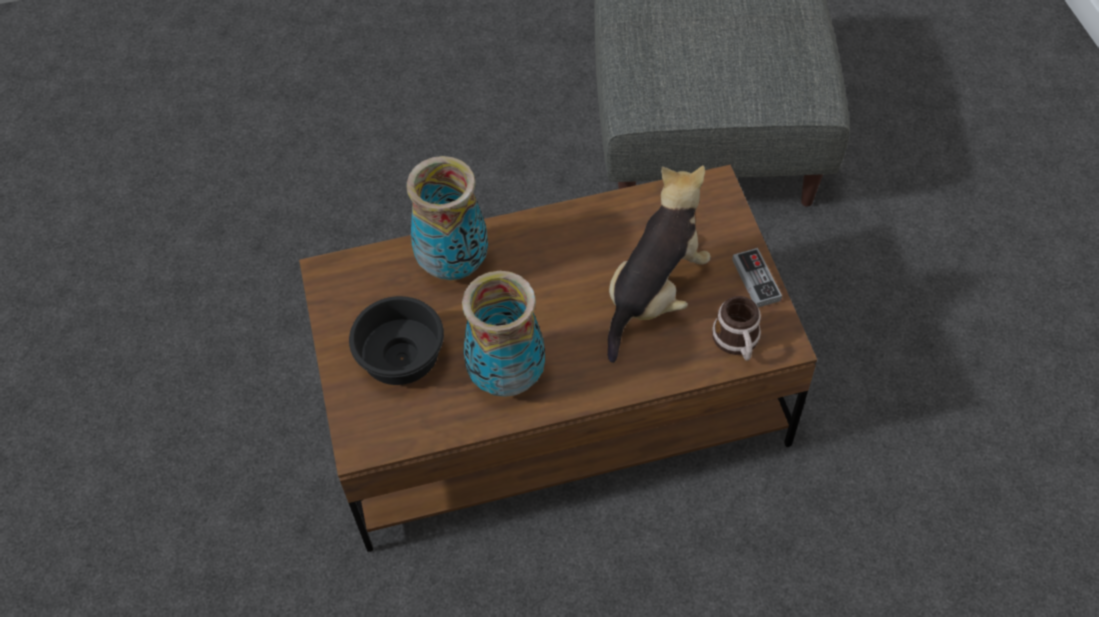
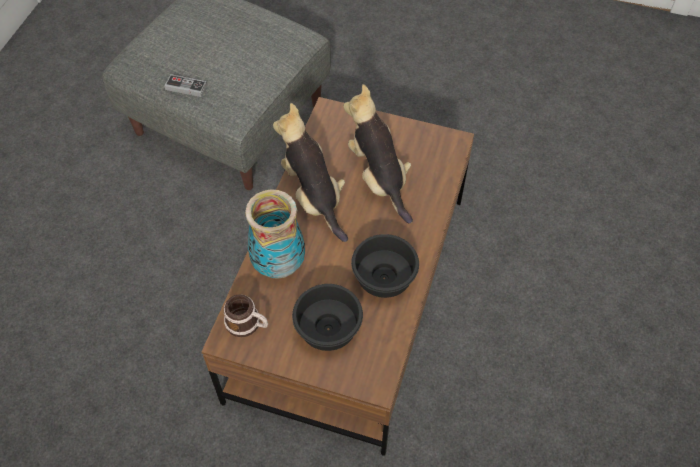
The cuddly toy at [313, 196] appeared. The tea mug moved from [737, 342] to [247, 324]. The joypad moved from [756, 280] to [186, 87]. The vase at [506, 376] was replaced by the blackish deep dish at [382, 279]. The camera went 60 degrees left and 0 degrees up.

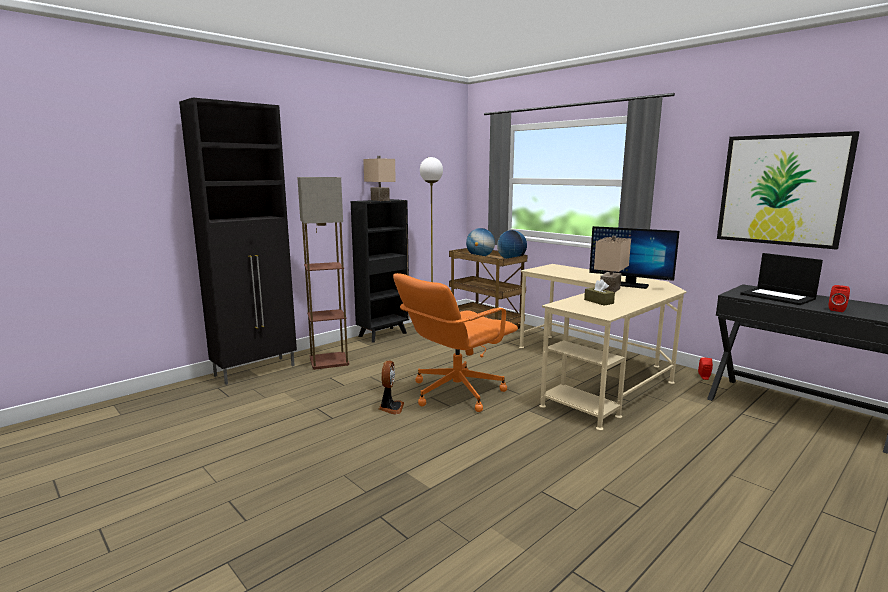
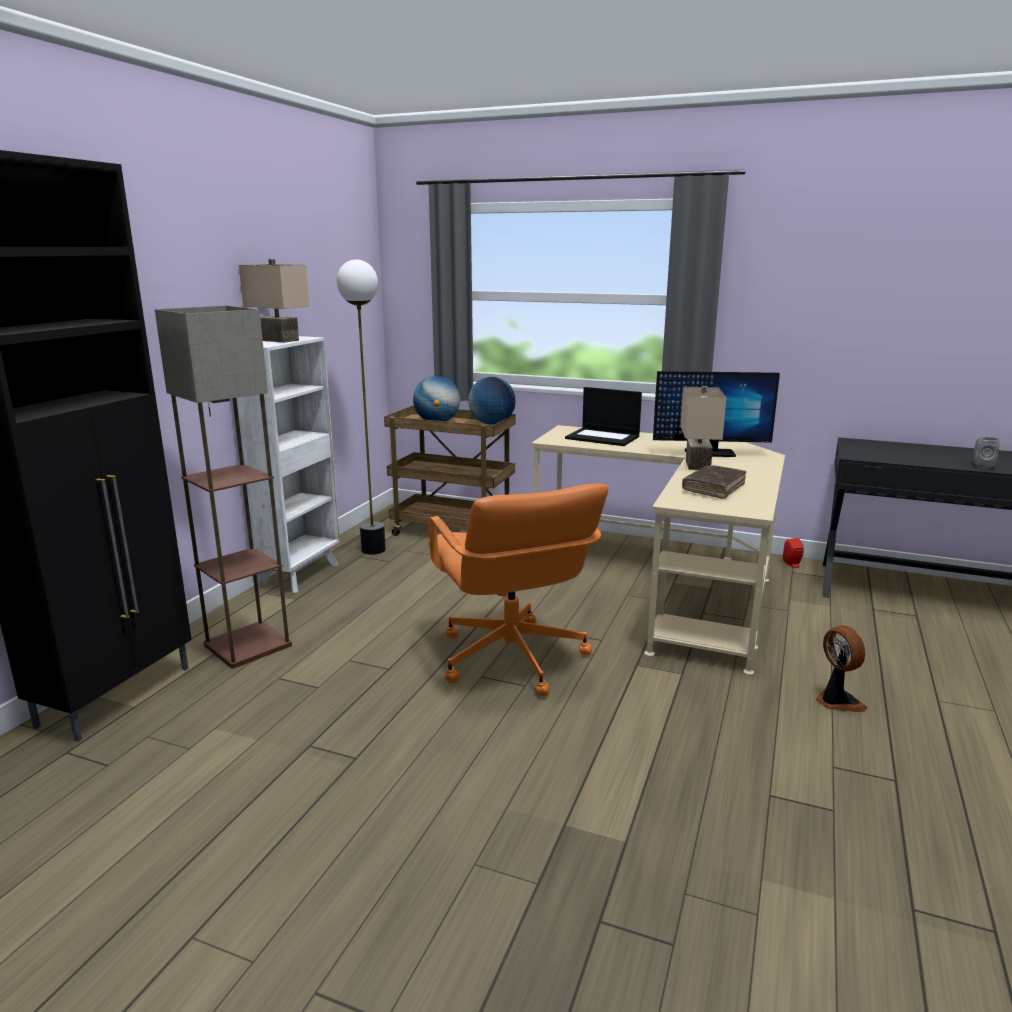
The wall art at [782, 190] disappeared. The fan moved from [390, 408] to [837, 701]. The notebook computer moved from [778, 297] to [603, 437]. The brown-coloured tissue holder at [598, 301] was replaced by the brown-coloured volume at [713, 488]. The blackish shelving unit at [383, 334] became the whitish shelving unit at [301, 574]. The red loudspeaker at [837, 309] became the greyish loudspeaker at [981, 465]. The orangey computer chair at [455, 392] turned 45 degrees counterclockwise. The camera went 25 degrees left and 5 degrees up.

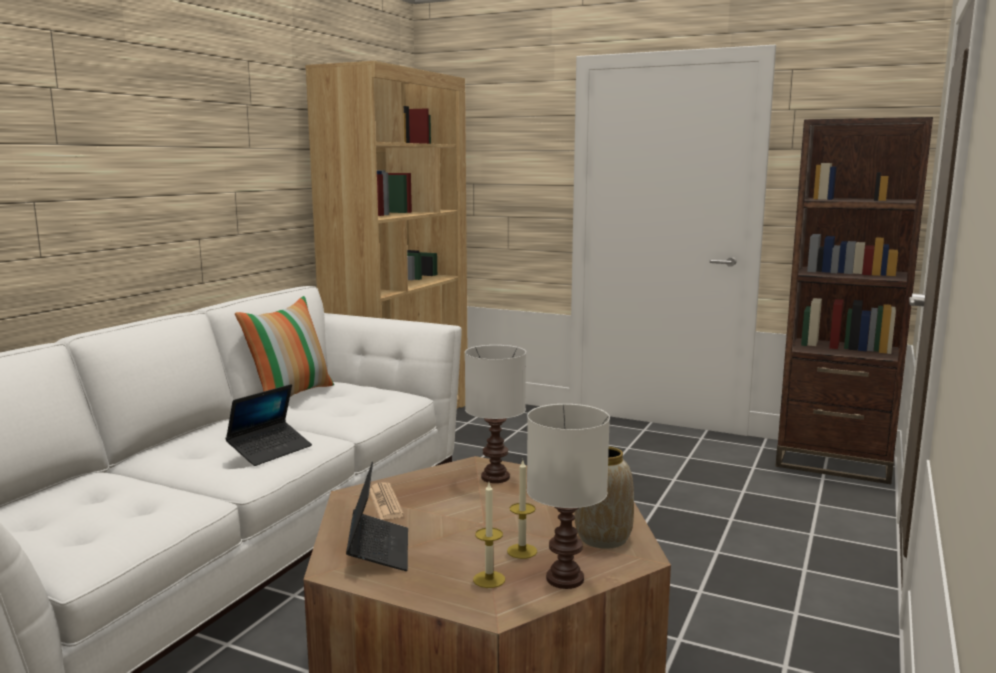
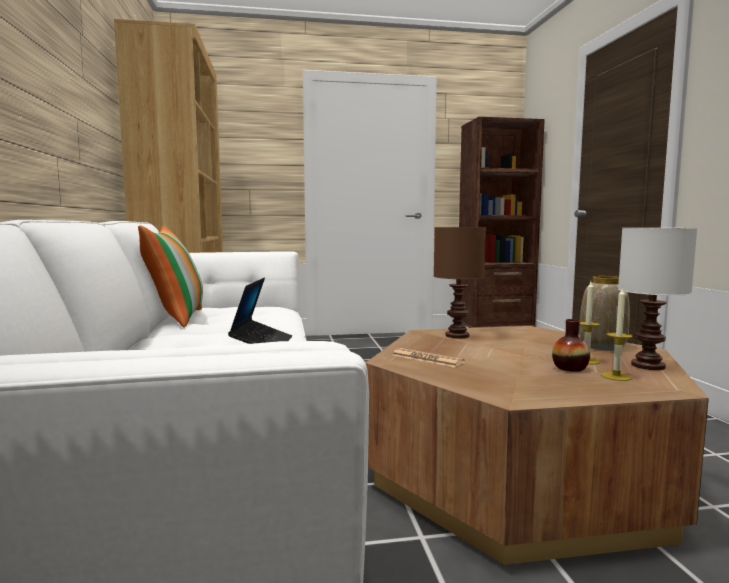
The notebook computer at [378, 550] disappeared. The vase at [570, 368] appeared. The whitish tabletop lamp at [496, 477] became the brown-coloured tabletop lamp at [457, 335]. The camera went 35 degrees left and 5 degrees down.

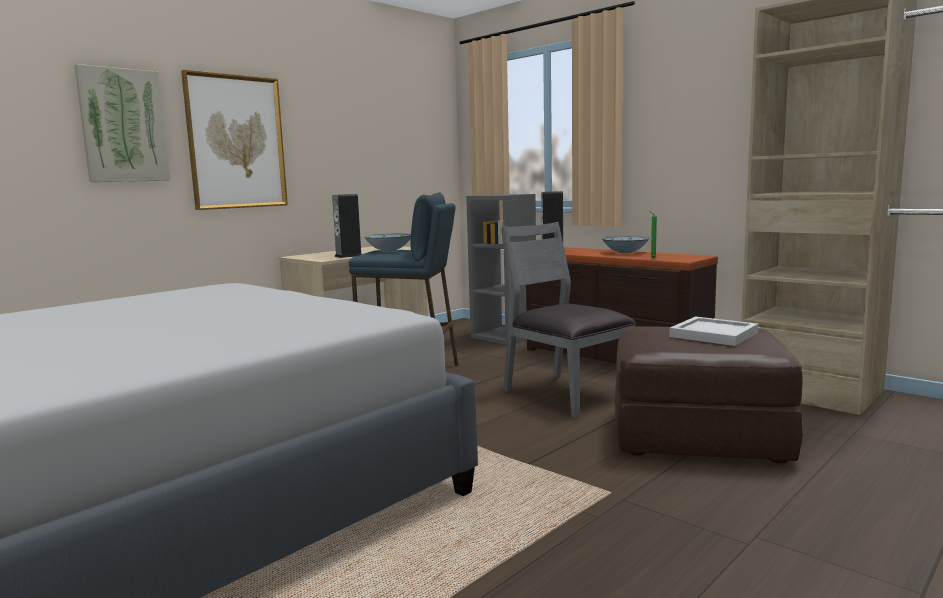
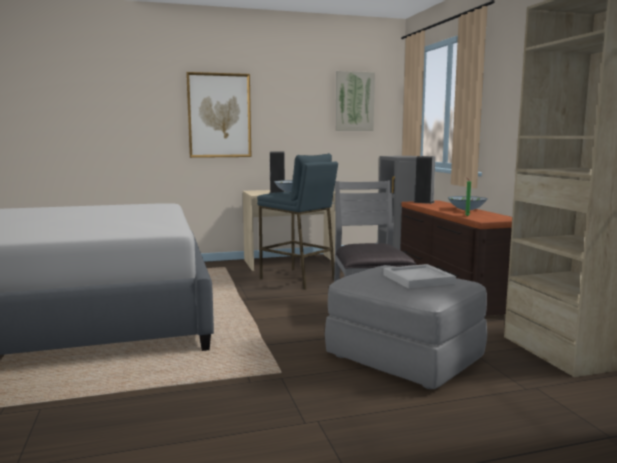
The wall art moved from [123, 126] to [354, 101]. The brown-coloured footrest at [696, 437] became the greyish footrest at [403, 358]. The camera went 30 degrees right and 0 degrees up.

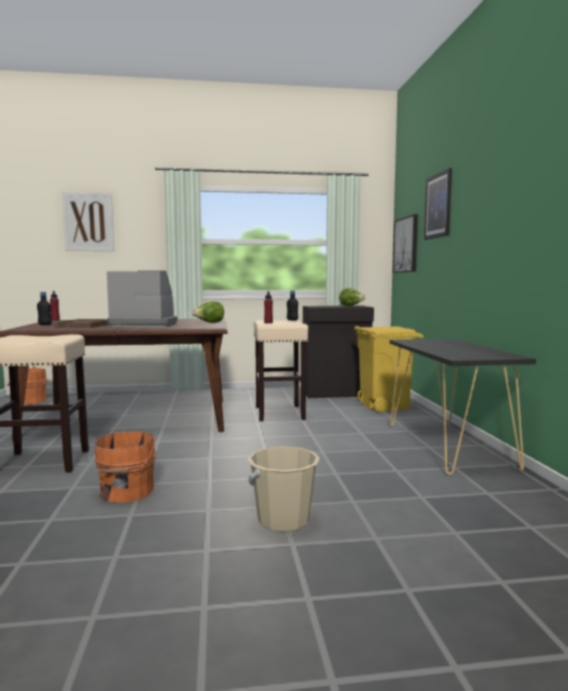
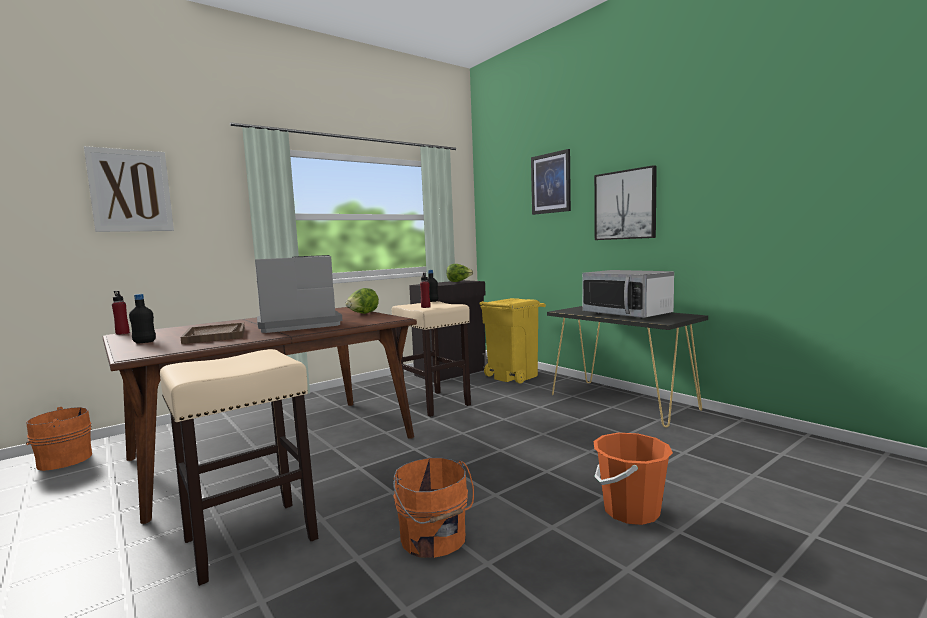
The microwave oven at [627, 314] appeared. The wall art moved from [406, 245] to [625, 205]. The sand-coloured pail at [283, 520] became the orangey pail at [631, 511]. The camera went 30 degrees left and 0 degrees up.

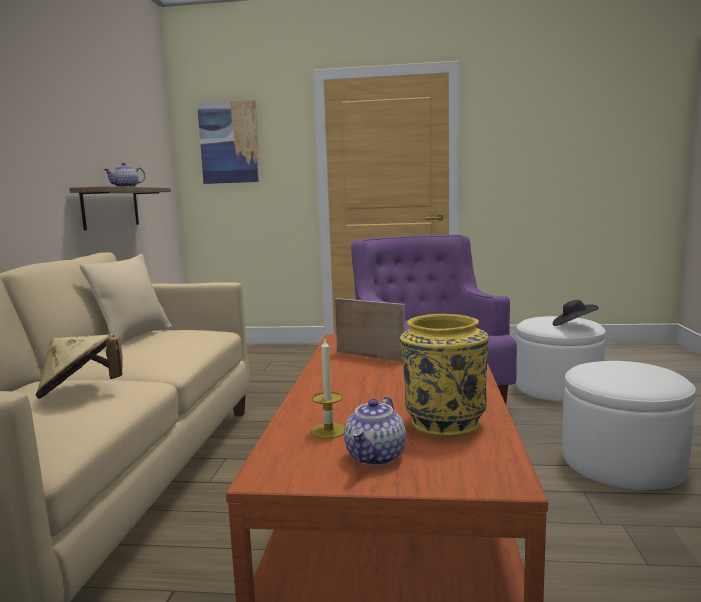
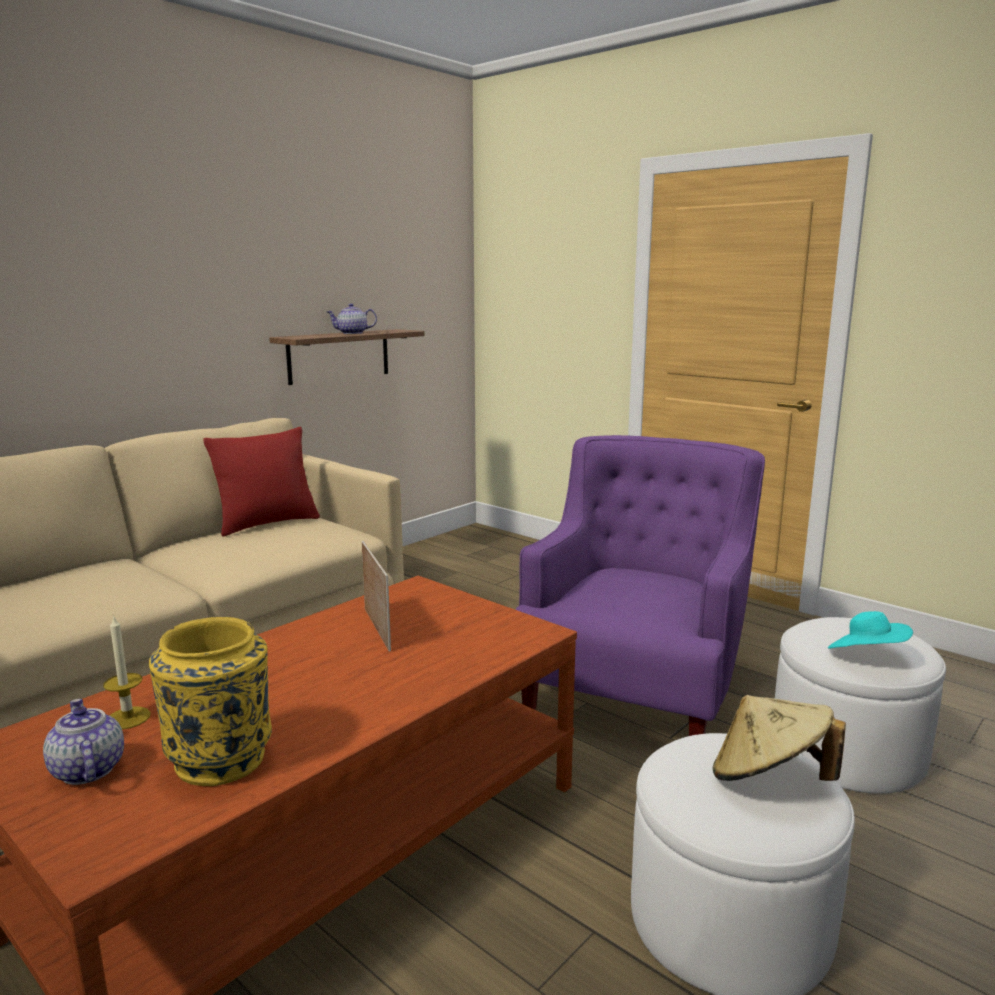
The wall art at [229, 142] disappeared. The sand-coloured hat moved from [80, 392] to [769, 778]. The sand-coloured cushion at [134, 337] became the red cushion at [267, 524]. The blackish hat at [573, 325] became the turquoise-coloured hat at [866, 655]. The tea pot at [376, 457] turned 90 degrees clockwise. The camera went 35 degrees right and 5 degrees up.

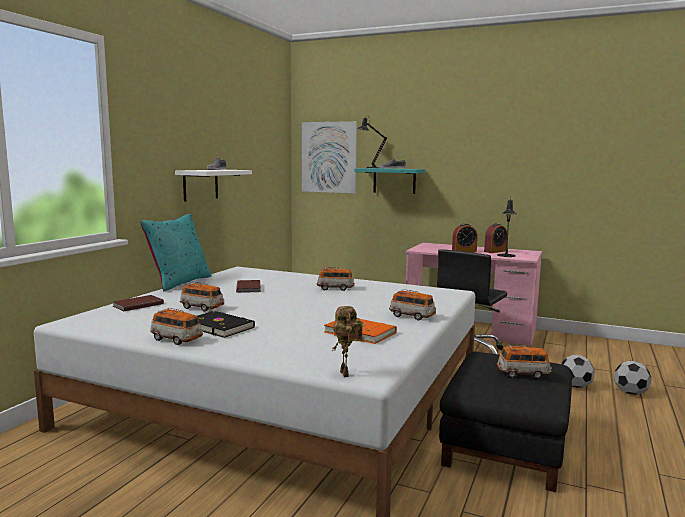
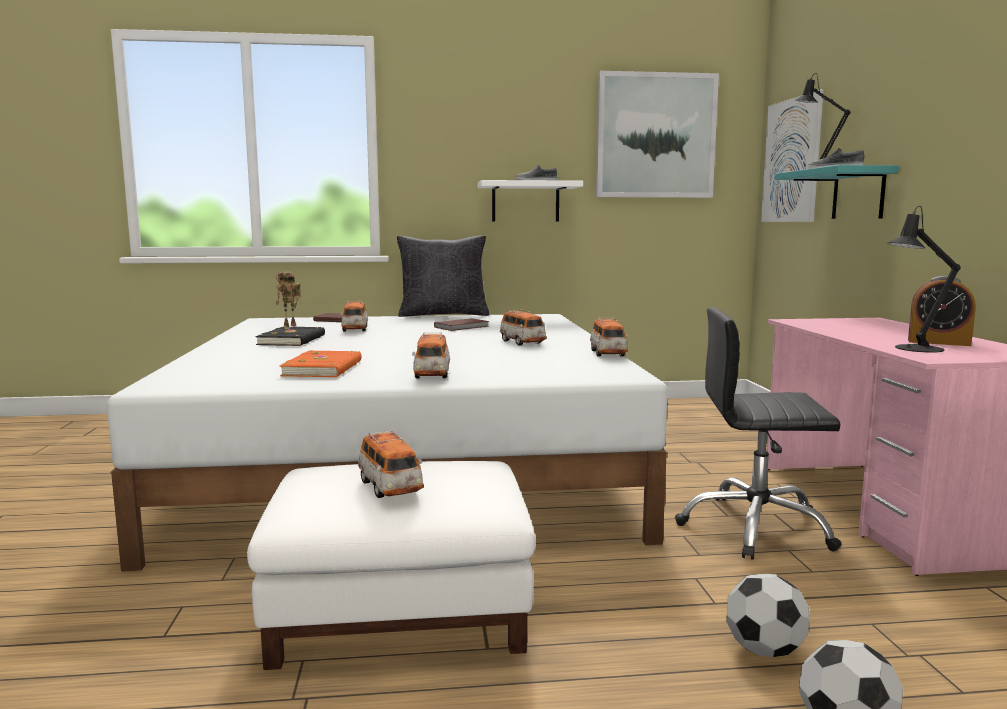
The alarm clock at [464, 251] disappeared. The wall art at [655, 136] appeared. The miniature car moved from [176, 339] to [608, 354]. The model robot moved from [346, 374] to [289, 326]. The turquoise-coloured cushion at [179, 282] became the blackish cushion at [443, 314]. The blackish footrest at [504, 444] became the whitish footrest at [401, 608]. The camera went 60 degrees right and 0 degrees up.

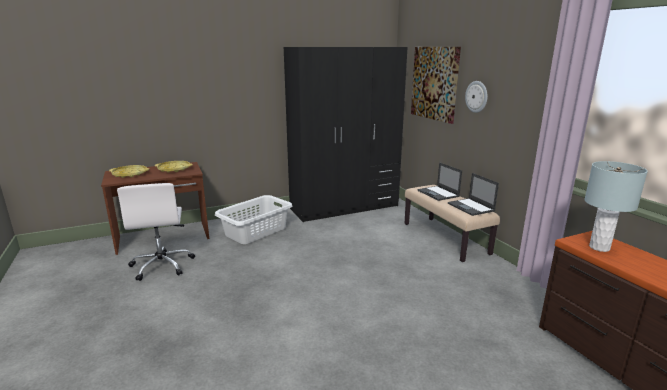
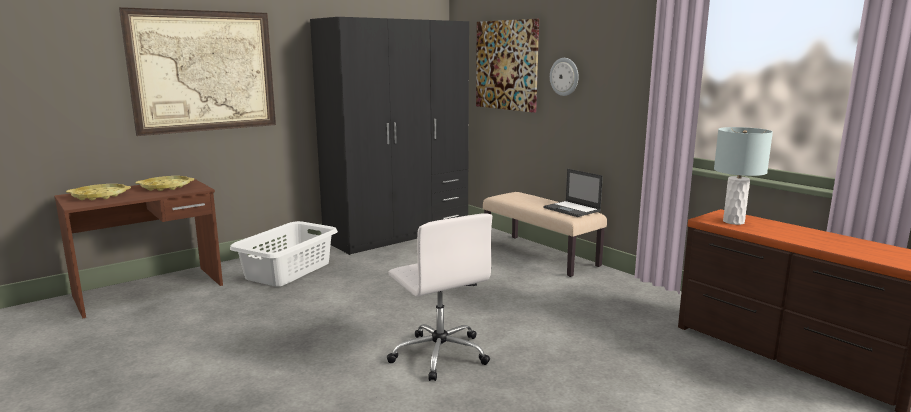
The notebook computer at [438, 193] disappeared. The wall art at [204, 71] appeared. The whitish computer chair moved from [162, 265] to [439, 354]. The camera went 15 degrees left and 5 degrees down.

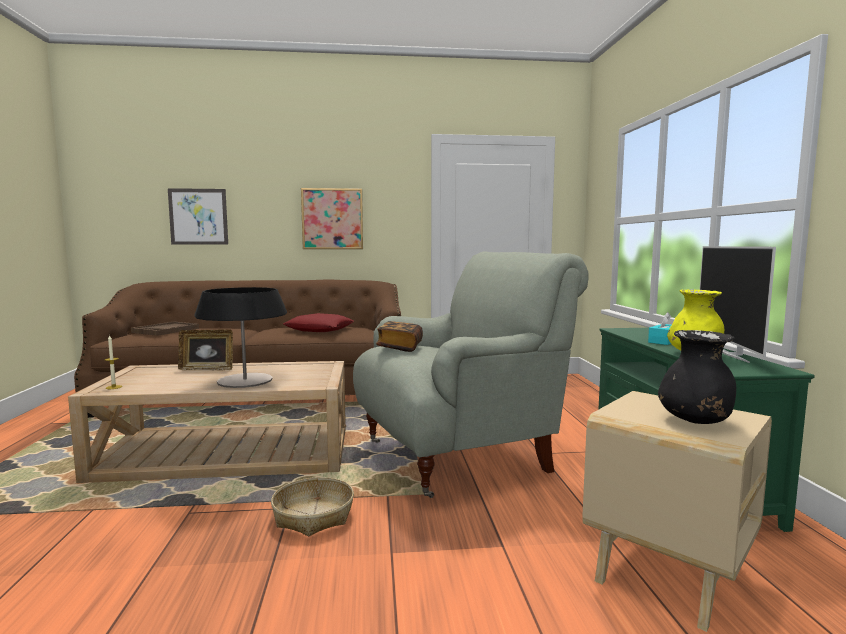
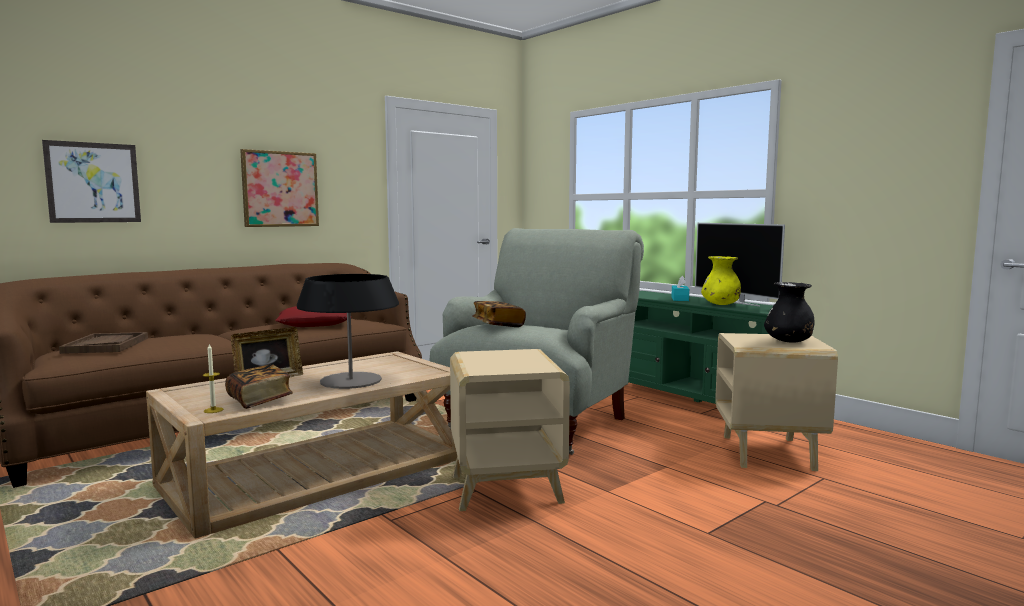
The volume at [259, 400] appeared. The basket at [314, 516] was replaced by the sand-coloured side table at [508, 489]. The camera went 35 degrees left and 0 degrees up.

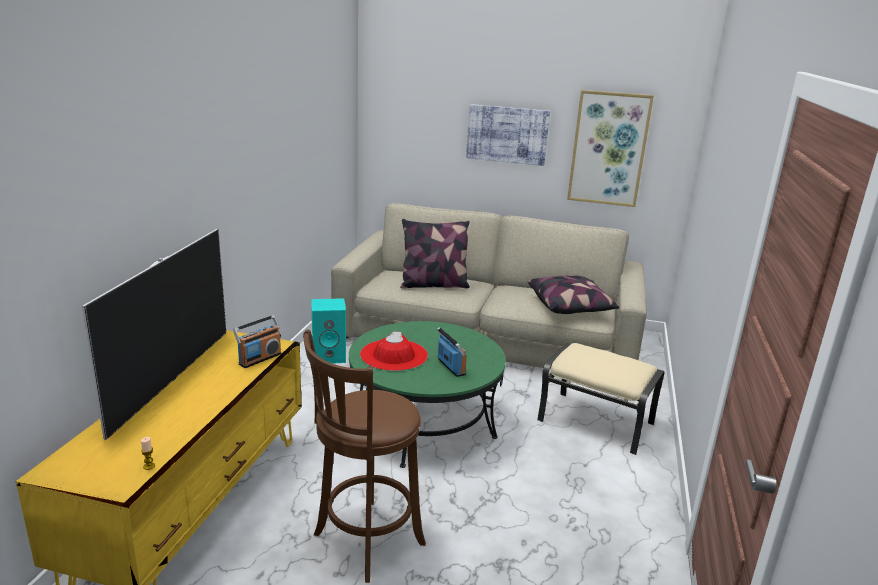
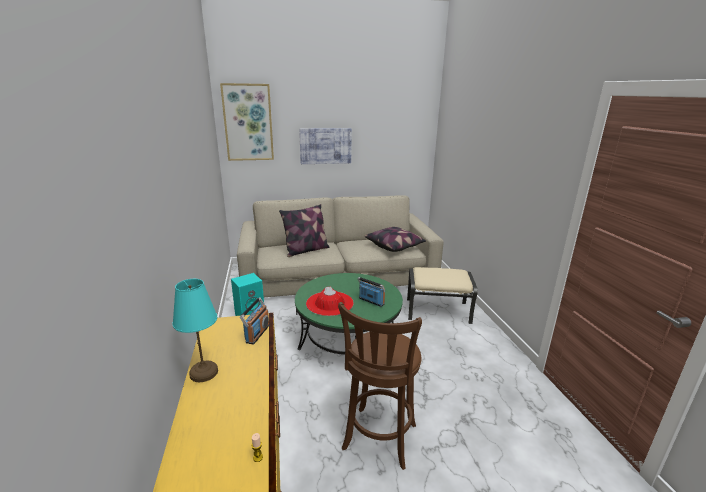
The wall art moved from [608, 149] to [248, 123]. The television at [172, 379] was replaced by the turquoise-coloured tabletop lamp at [203, 372]. The camera went 25 degrees left and 0 degrees up.

